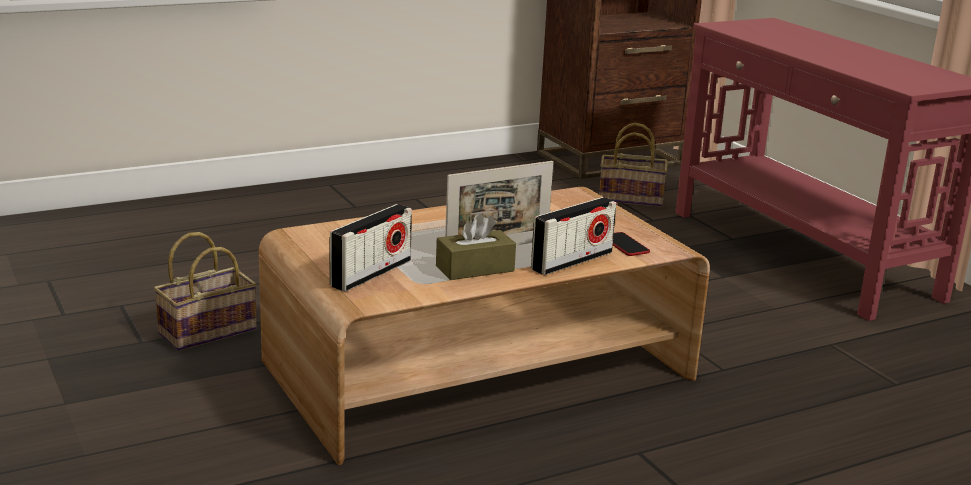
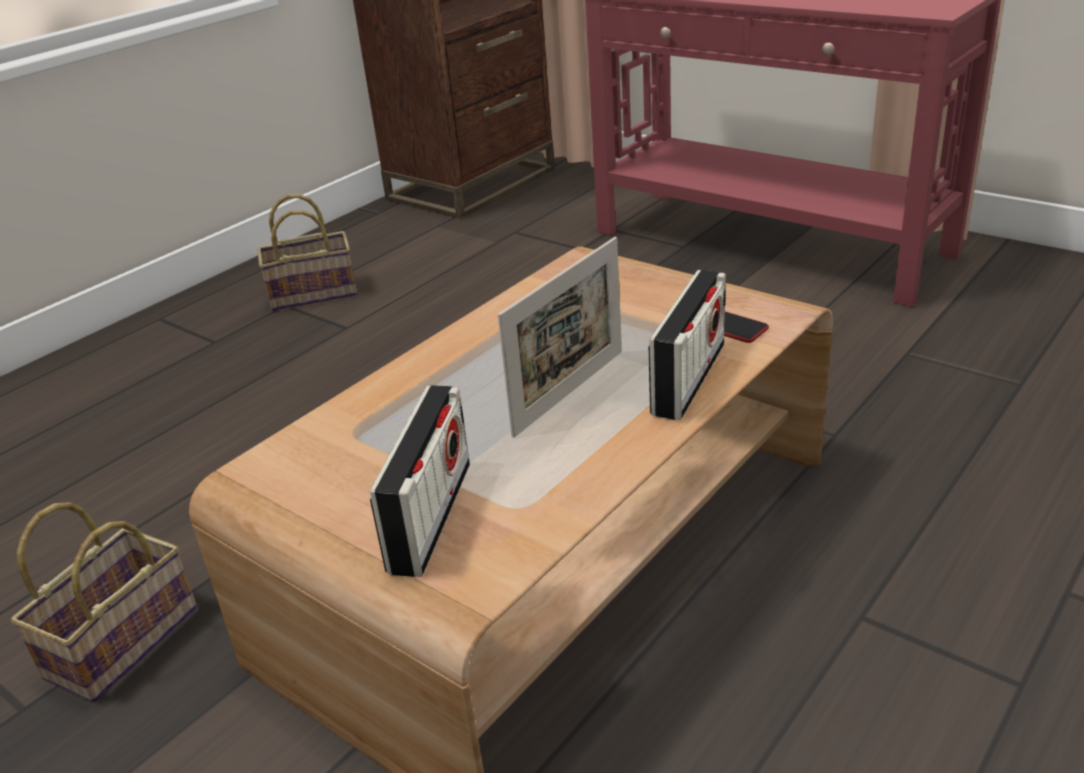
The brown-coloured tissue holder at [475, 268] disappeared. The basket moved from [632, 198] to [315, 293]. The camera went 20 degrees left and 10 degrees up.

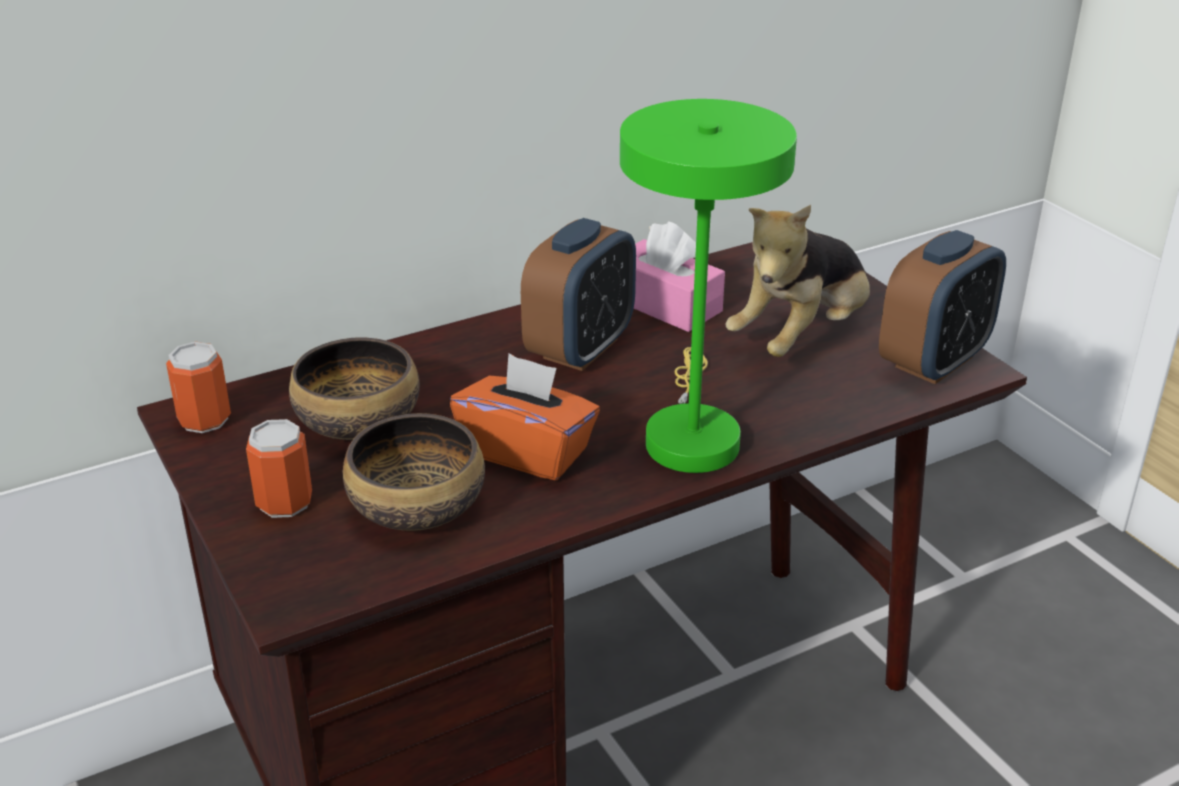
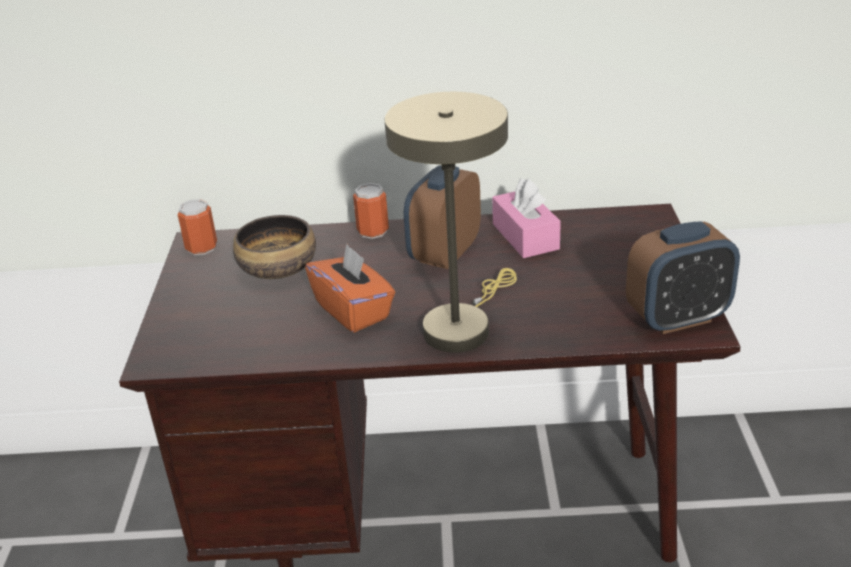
The deep dish at [418, 506] disappeared. The cuddly toy at [802, 337] disappeared. The can moved from [284, 503] to [373, 231]. The greenish tabletop lamp at [690, 434] became the sand-coloured tabletop lamp at [461, 325]. The alarm clock at [580, 349] turned 150 degrees clockwise. The camera went 30 degrees right and 0 degrees up.

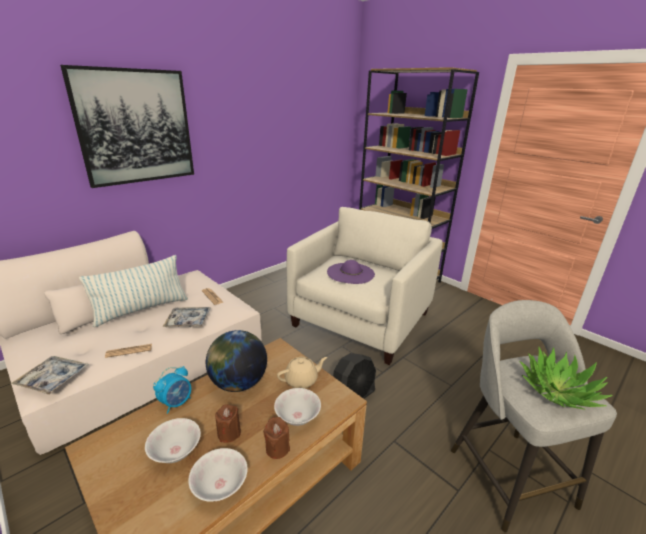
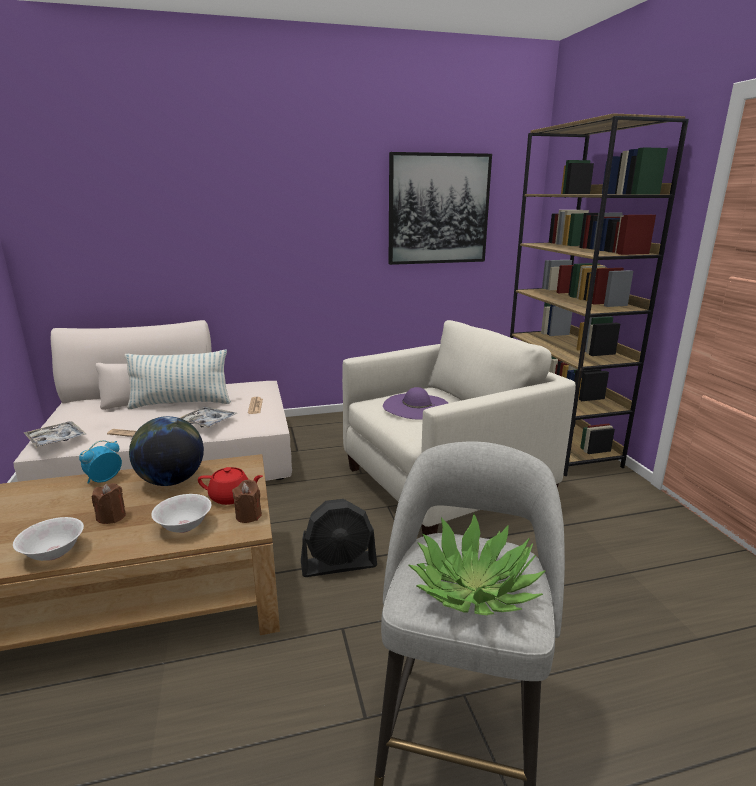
The whitish deep dish at [175, 452] disappeared. The wall art moved from [136, 127] to [438, 209]. The brown-coloured candle moved from [277, 448] to [248, 515]. The sand-coloured tea pot at [302, 380] became the red tea pot at [231, 497]. The alarm clock at [176, 403] turned 150 degrees clockwise. The camera went 30 degrees right and 5 degrees down.

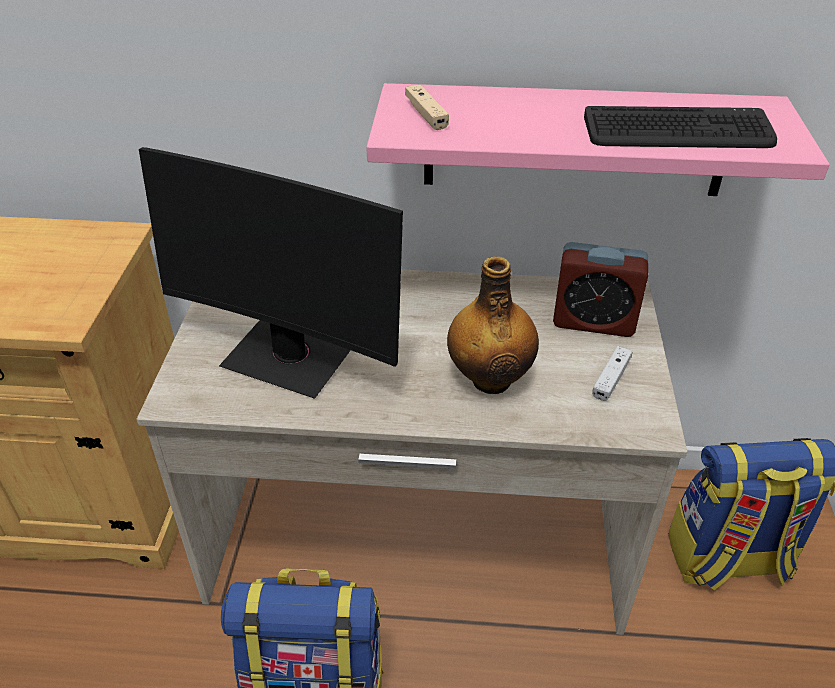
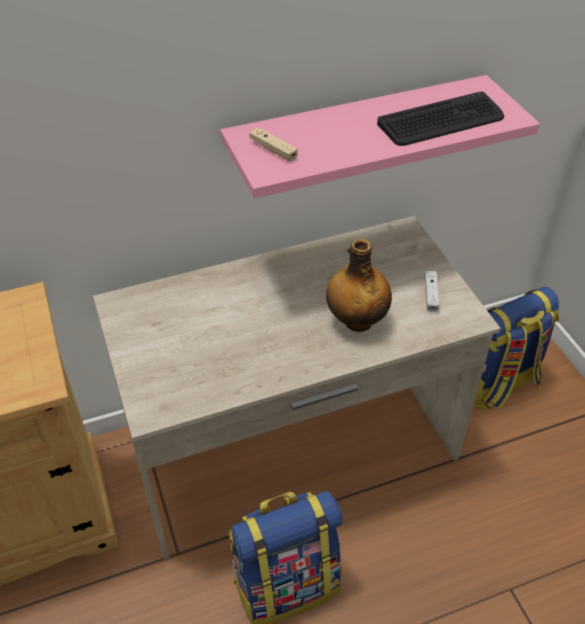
The computer display at [290, 357] disappeared. The alarm clock at [593, 321] disappeared. The camera went 25 degrees left and 5 degrees up.

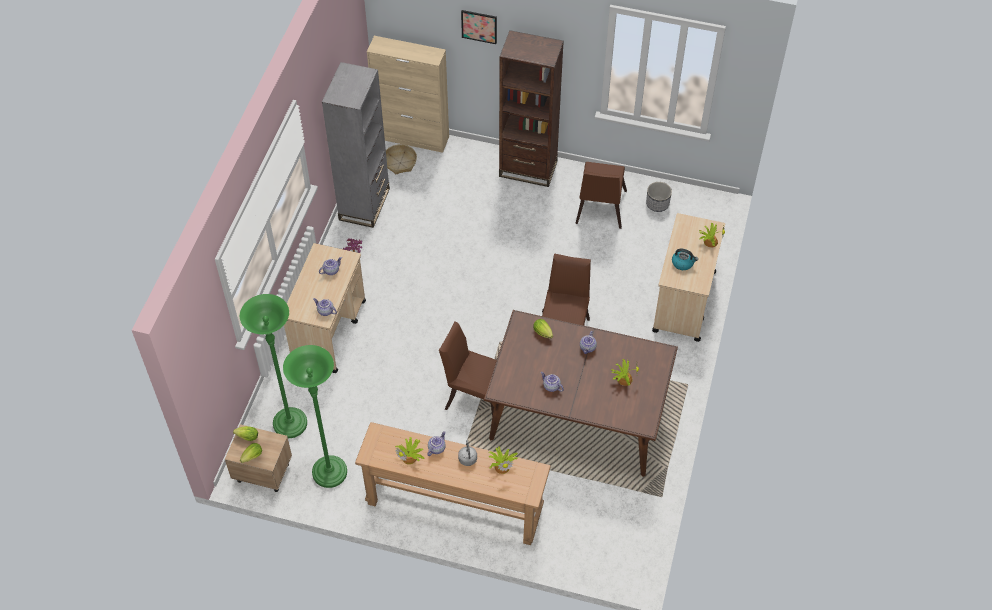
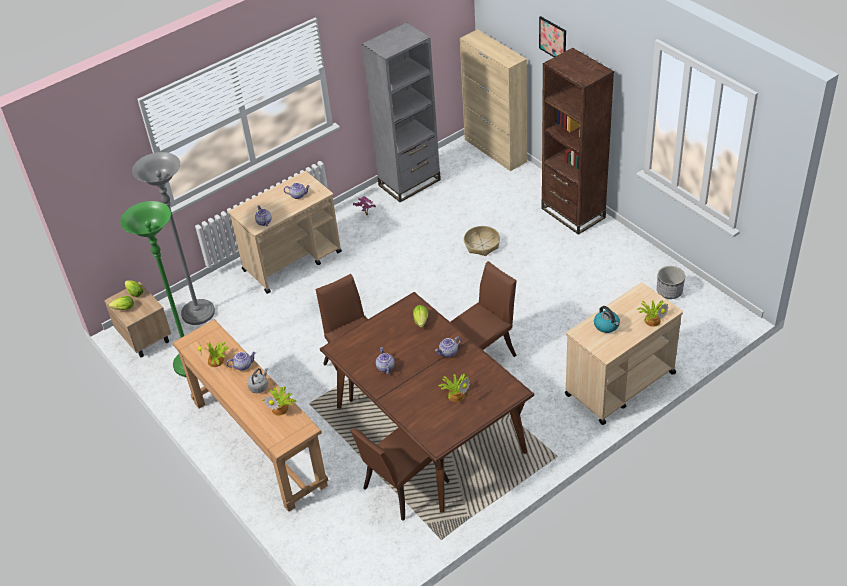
The basket moved from [400, 163] to [482, 245]. The brown-coloured chair moved from [599, 210] to [401, 488]. The greenish standing lamp at [290, 424] became the greyish standing lamp at [198, 313]. The camera went 40 degrees right and 10 degrees down.

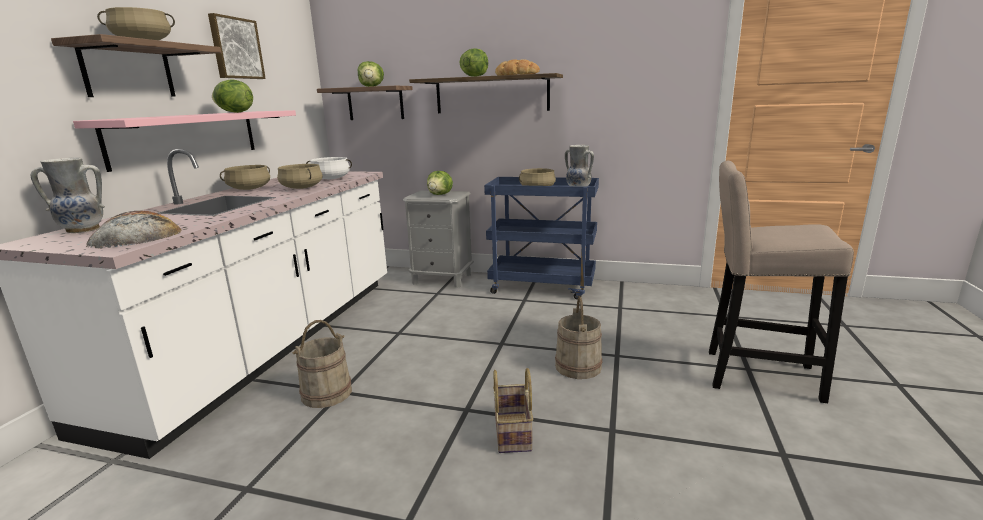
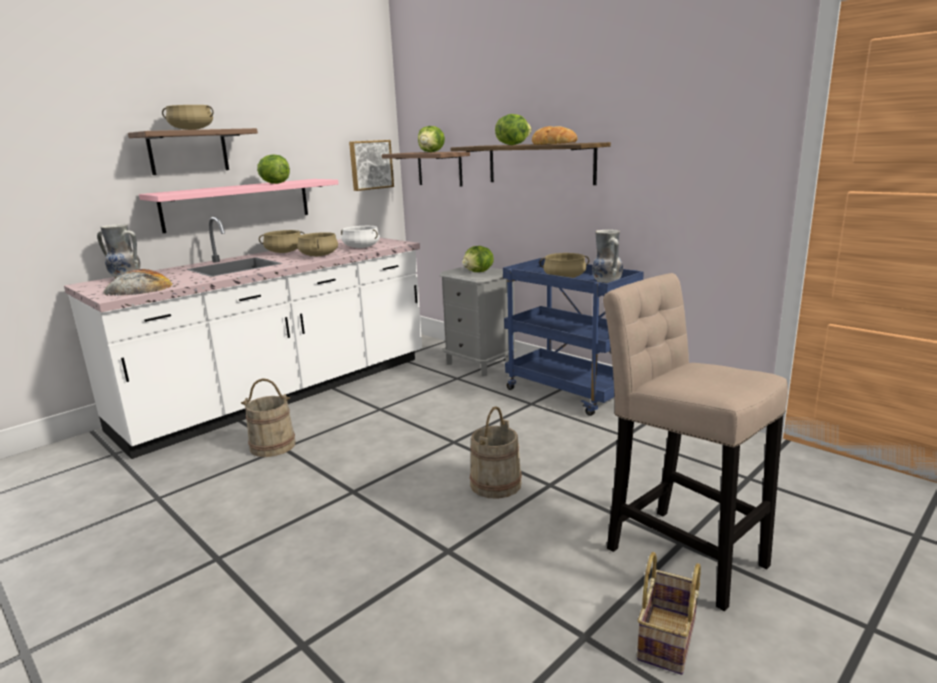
The wall art moved from [235, 48] to [370, 165]. The basket moved from [514, 433] to [668, 641]. The camera went 30 degrees right and 0 degrees up.

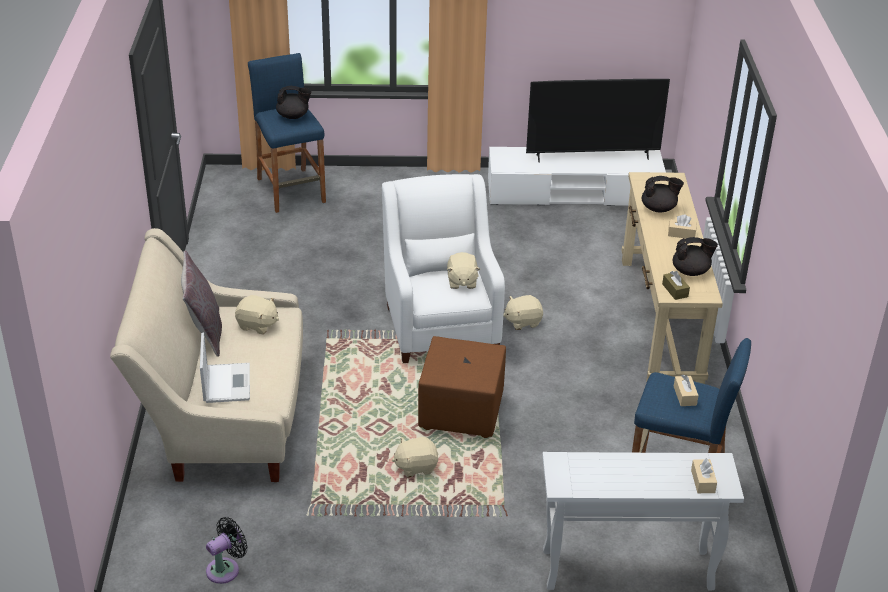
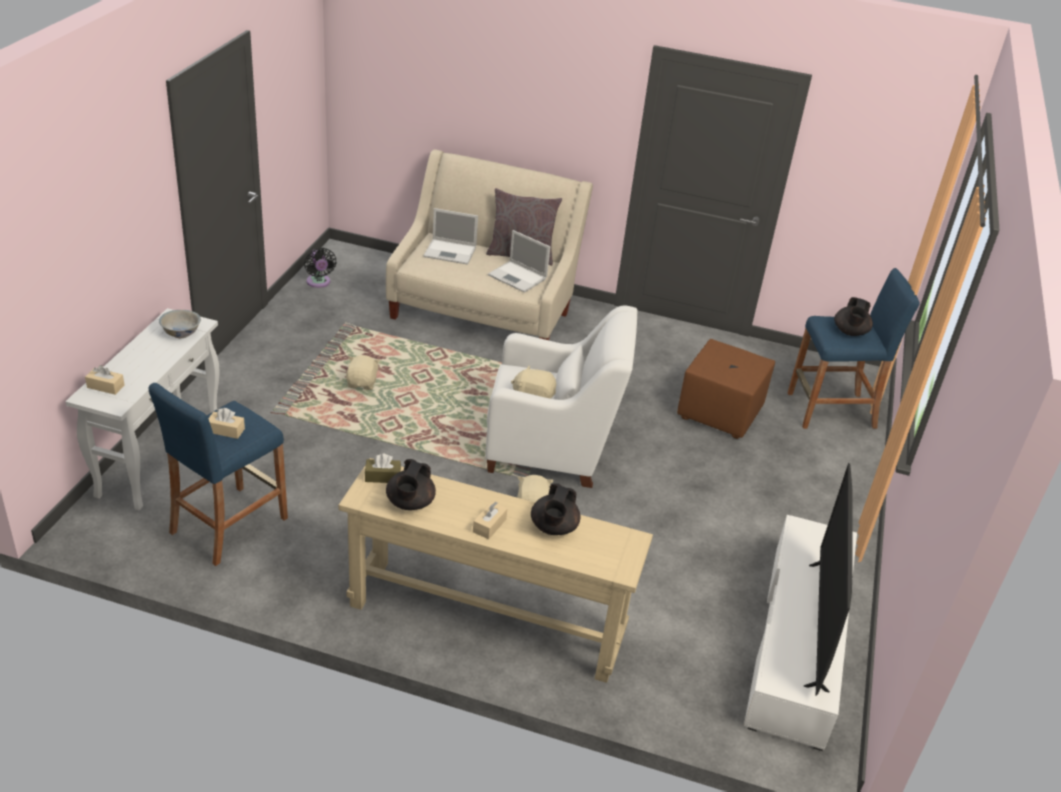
The whitish deep dish at [181, 333] appeared. The brown-coloured footrest moved from [460, 413] to [719, 412]. The sand-coloured cuddly toy at [257, 325] was replaced by the notebook computer at [518, 277]. The camera went 105 degrees right and 0 degrees up.

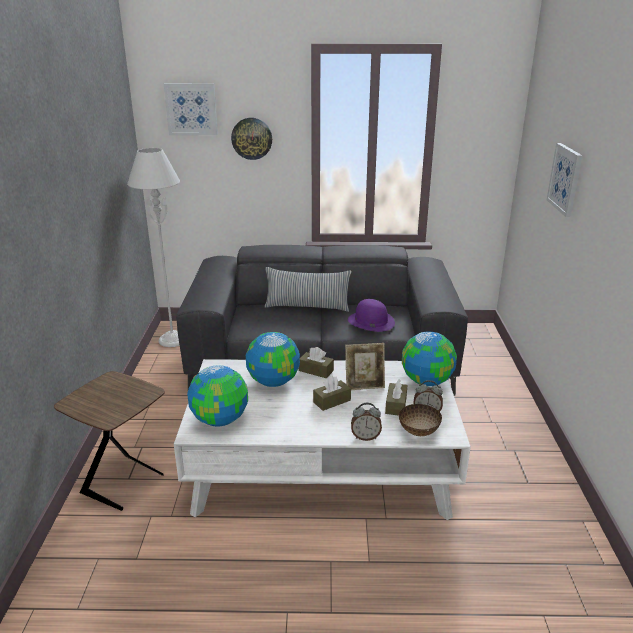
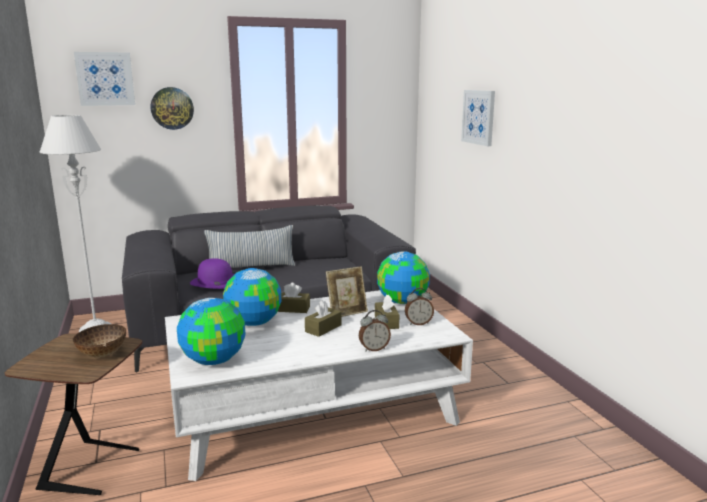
The purplish hat moved from [370, 321] to [215, 282]. The deep dish moved from [418, 431] to [102, 354]. The camera went 20 degrees left and 10 degrees down.

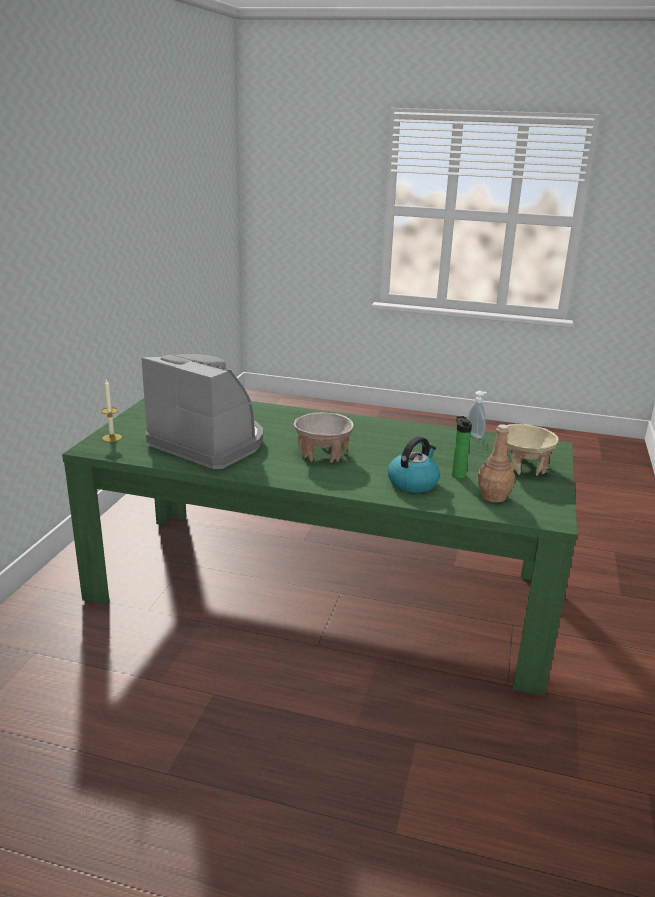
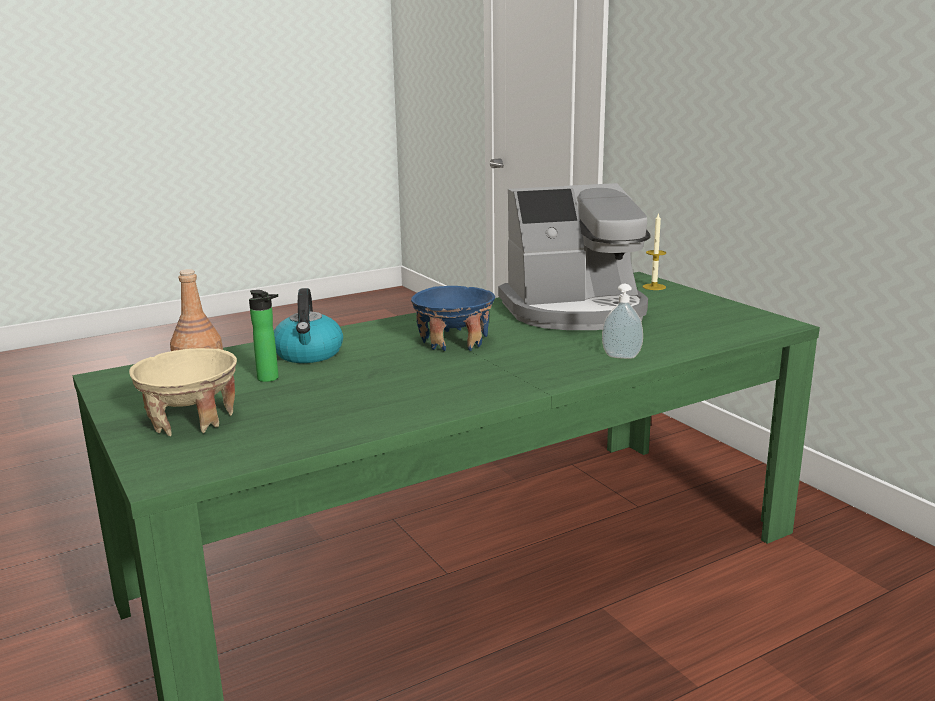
The soap dispenser moved from [475, 435] to [621, 357]. The sand-coloured deep dish at [323, 454] became the blue-coloured deep dish at [454, 342]. The camera went 135 degrees right and 5 degrees down.

